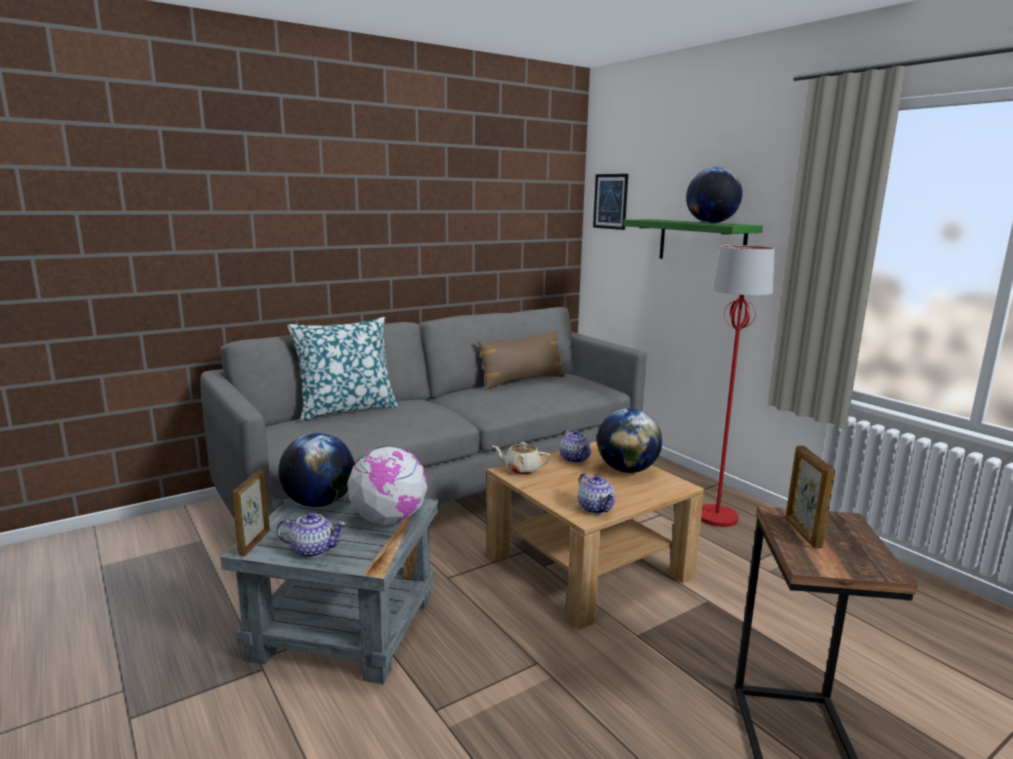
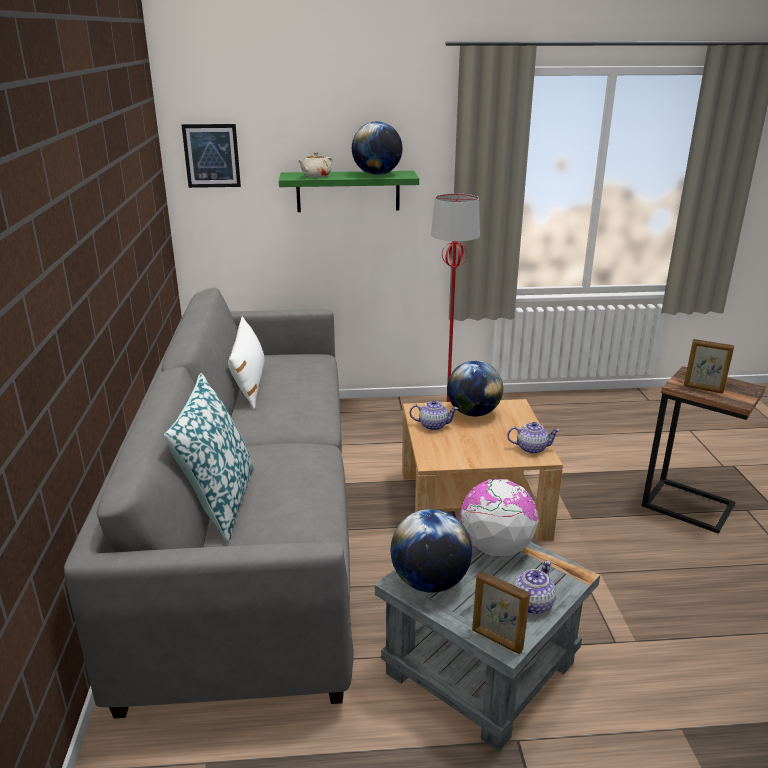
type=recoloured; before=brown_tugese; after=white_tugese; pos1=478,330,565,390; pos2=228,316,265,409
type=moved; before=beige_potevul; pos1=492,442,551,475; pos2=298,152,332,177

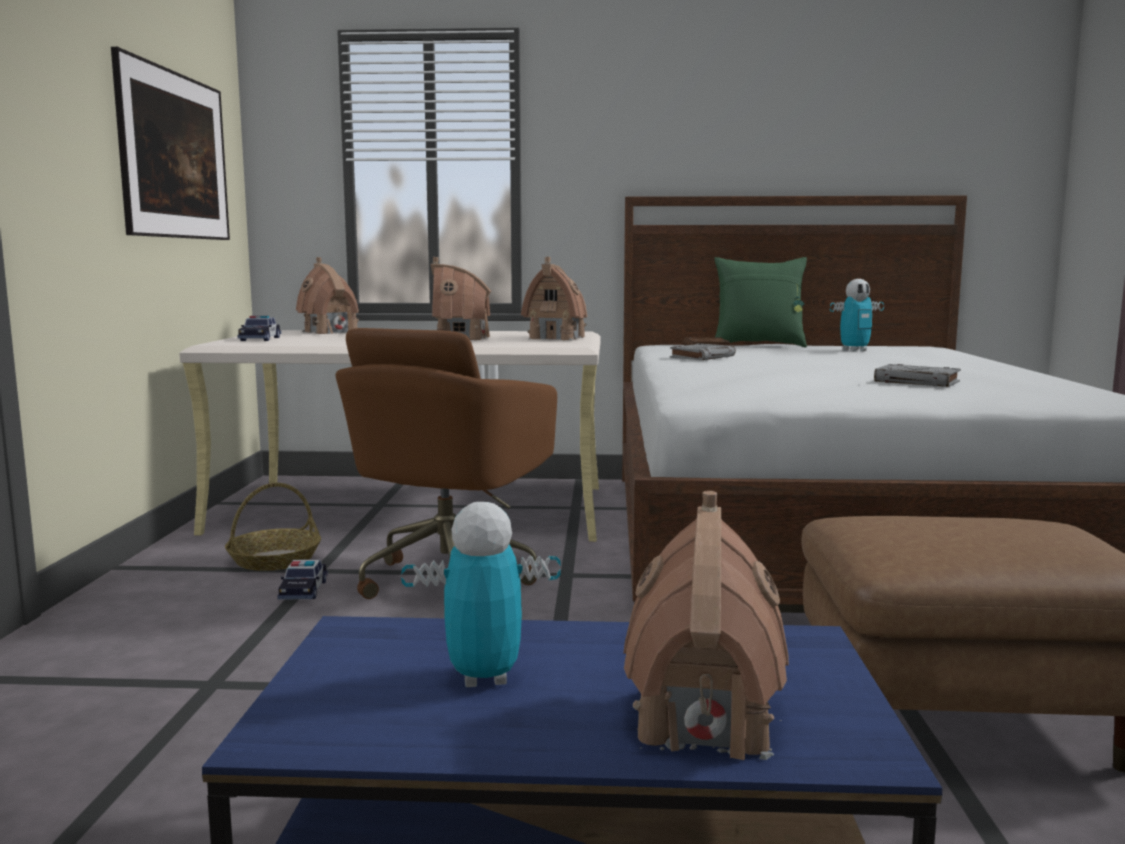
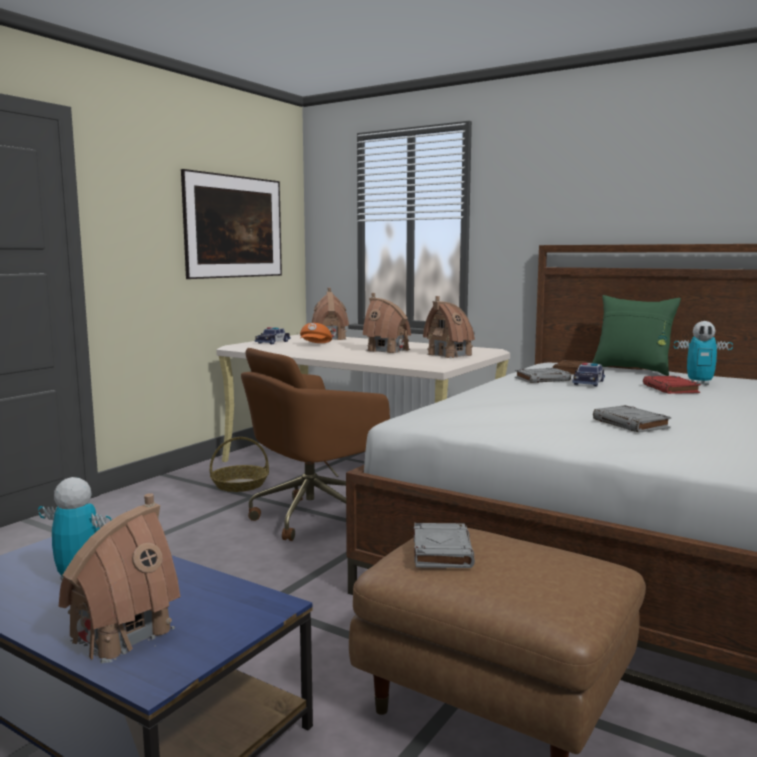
type=added; after=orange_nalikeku; pos2=300,323,332,343
type=added; after=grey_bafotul; pos2=414,523,475,568
type=moved; before=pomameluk; pos1=277,559,328,600; pos2=572,363,605,386
type=added; after=red_bafotul; pos2=643,376,701,394

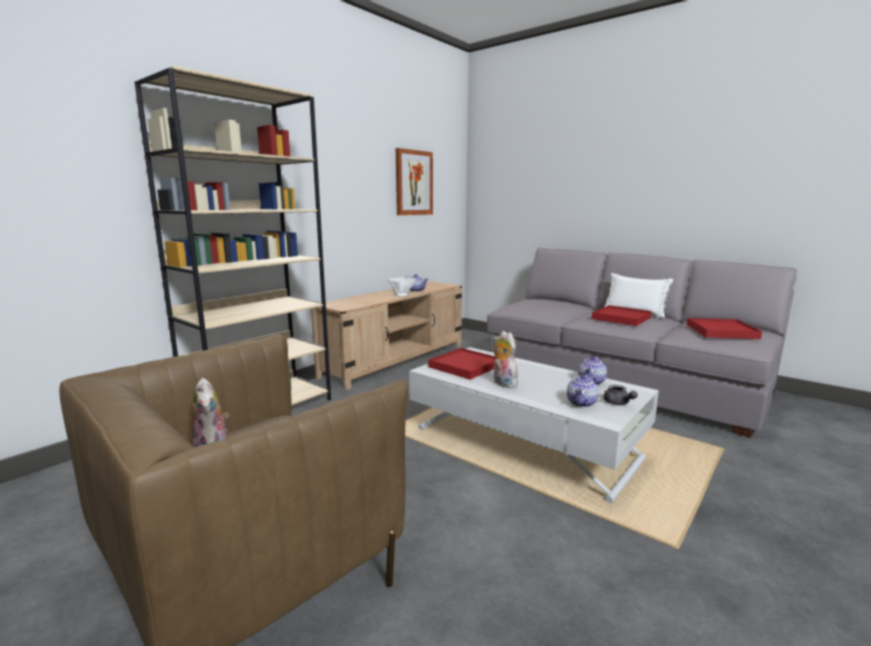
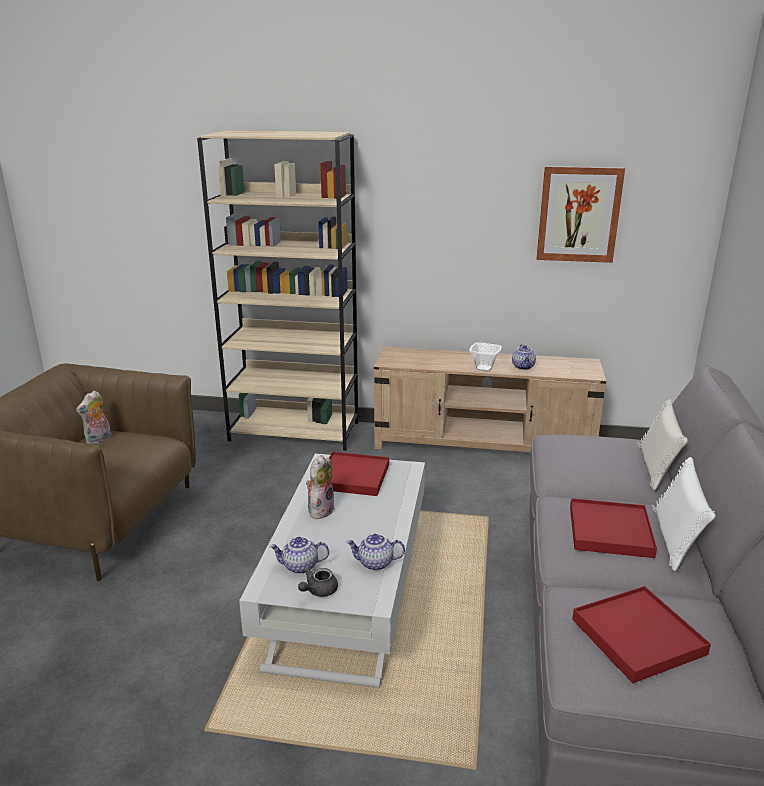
type=added; after=white_tugese; pos2=638,399,688,490

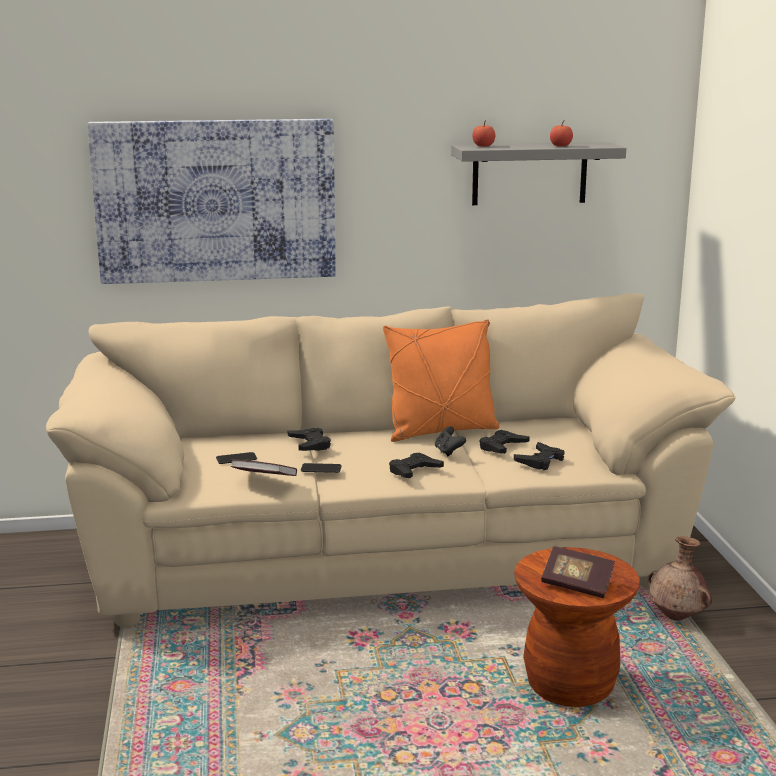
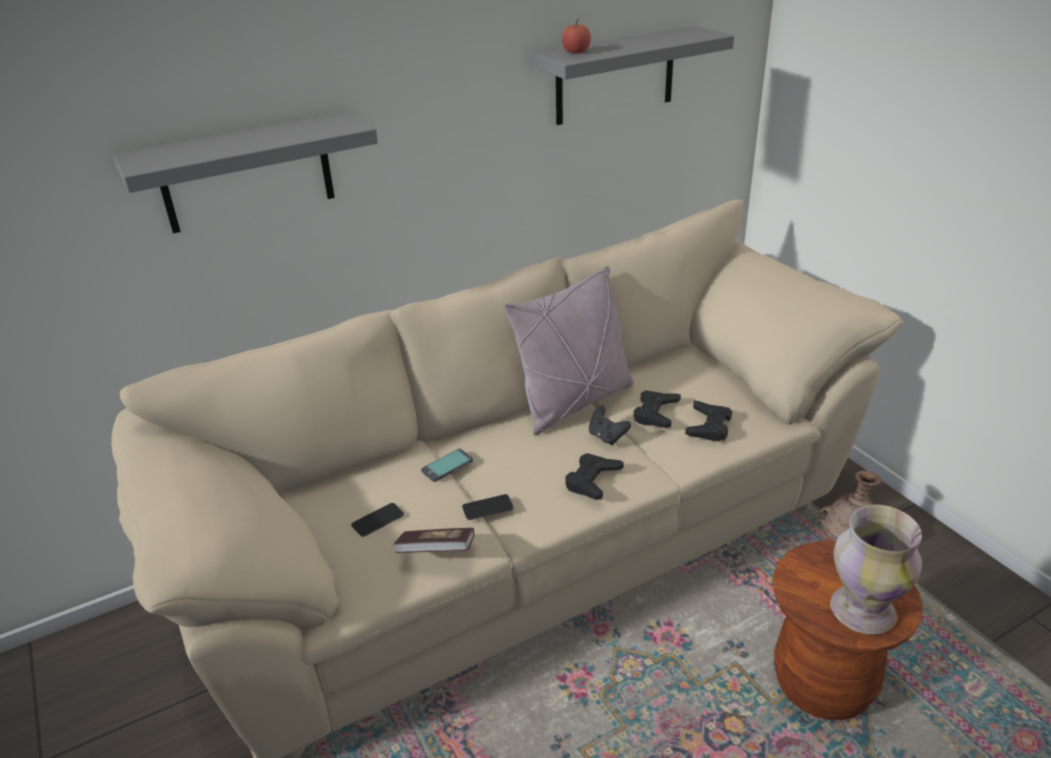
type=replaced; before=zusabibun; after=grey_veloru; pos1=88,119,336,284; pos2=113,111,378,234
type=replaced; before=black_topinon; after=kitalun; pos1=288,428,331,451; pos2=421,448,473,482
type=recoloured; before=orange_tugese; after=purple_tugese; pos1=383,319,500,442; pos2=504,266,634,435
type=replaced; before=bafotul; after=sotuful; pos1=541,546,615,598; pos2=830,504,922,635
type=removed; before=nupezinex; pos1=550,120,573,146

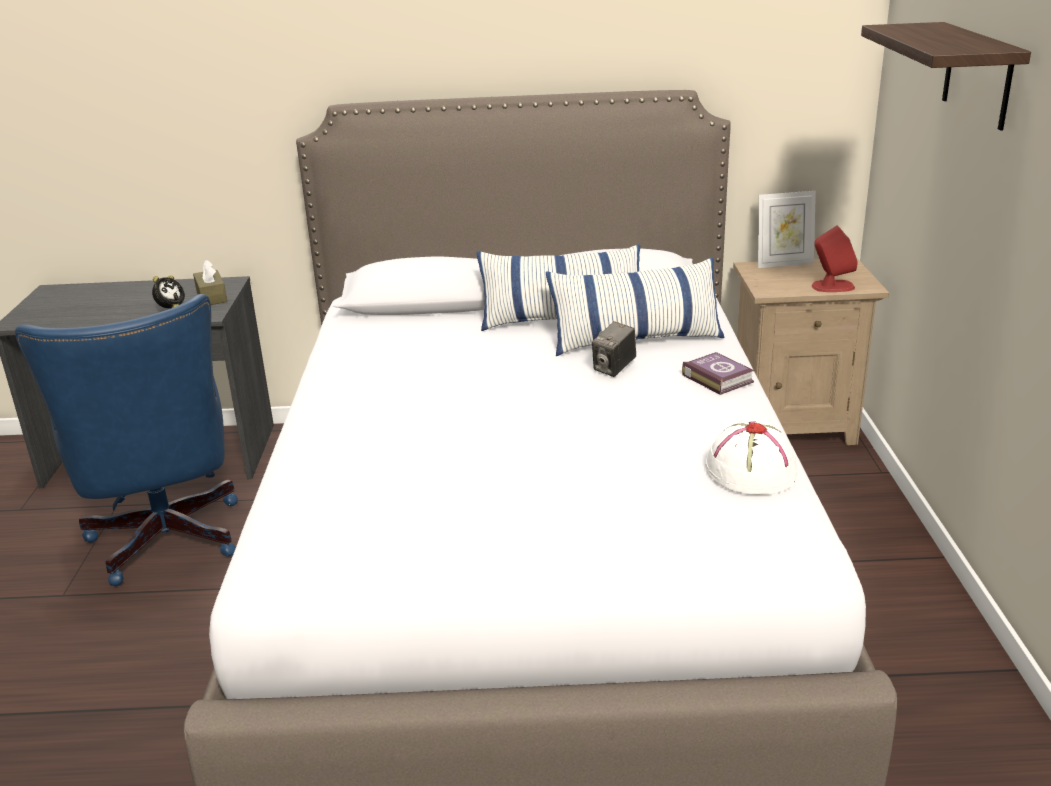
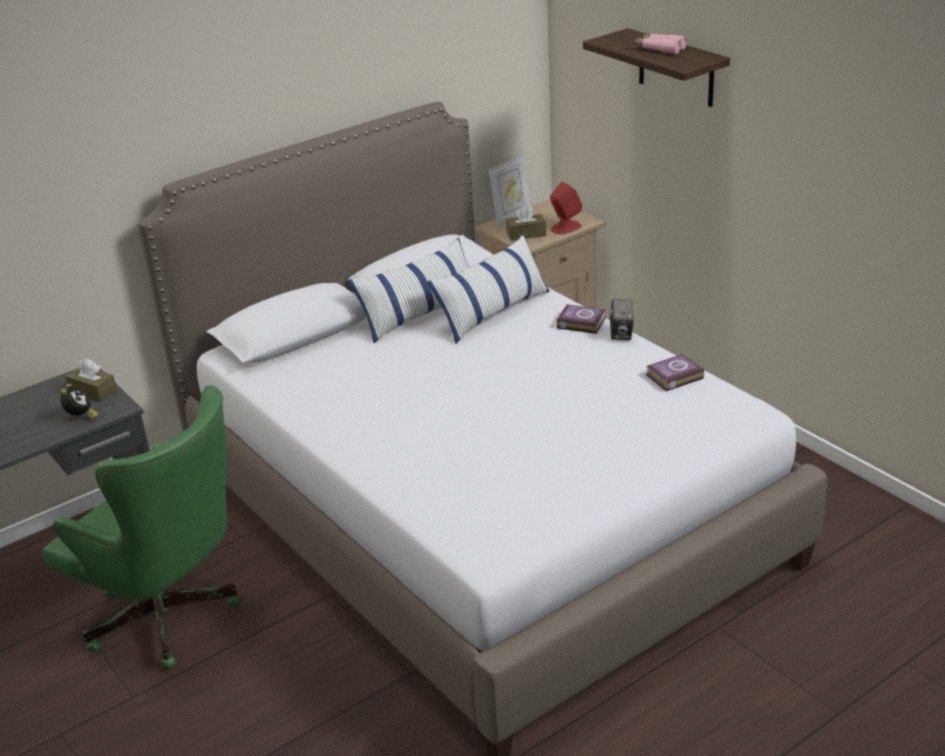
type=recoloured; before=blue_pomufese; after=green_pomufese; pos1=15,294,238,586; pos2=42,385,241,669
type=added; after=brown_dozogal; pos2=506,205,546,241
type=moved; before=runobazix; pos1=592,321,636,377; pos2=610,299,634,340
type=added; after=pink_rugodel; pos2=634,34,687,54
type=replaced; before=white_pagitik; after=bafotul; pos1=705,421,797,495; pos2=646,354,704,391

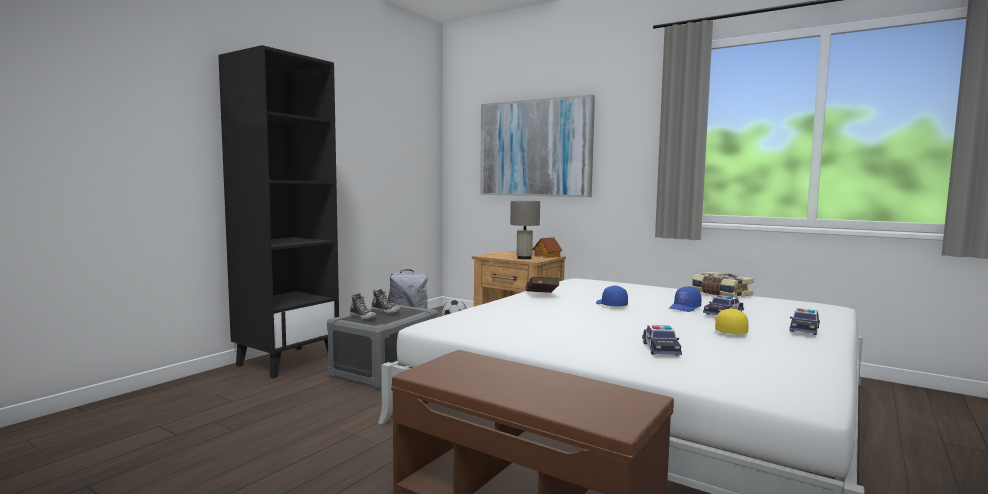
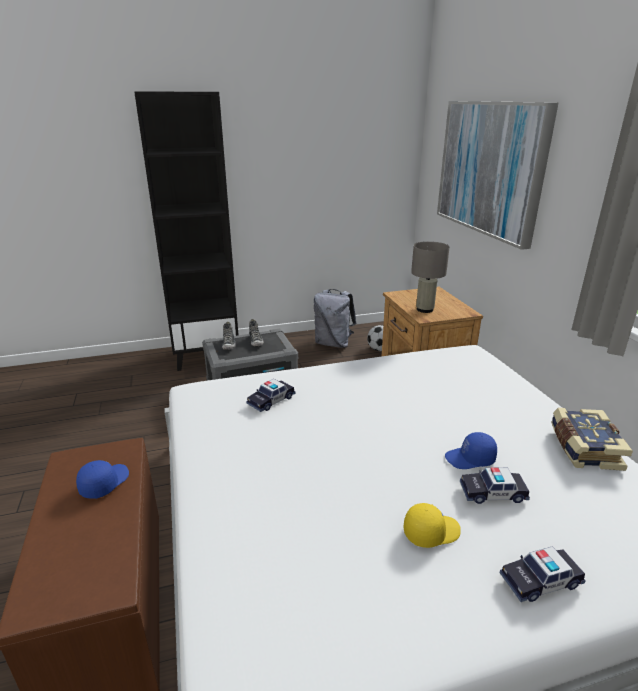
type=moved; before=blue_nalikeku; pos1=596,285,628,307; pos2=76,460,129,499
type=moved; before=pomameluk; pos1=642,325,682,355; pos2=246,379,295,412
type=removed; before=red_bafotul; pos1=526,277,559,293
type=removed; before=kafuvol; pos1=532,237,563,258

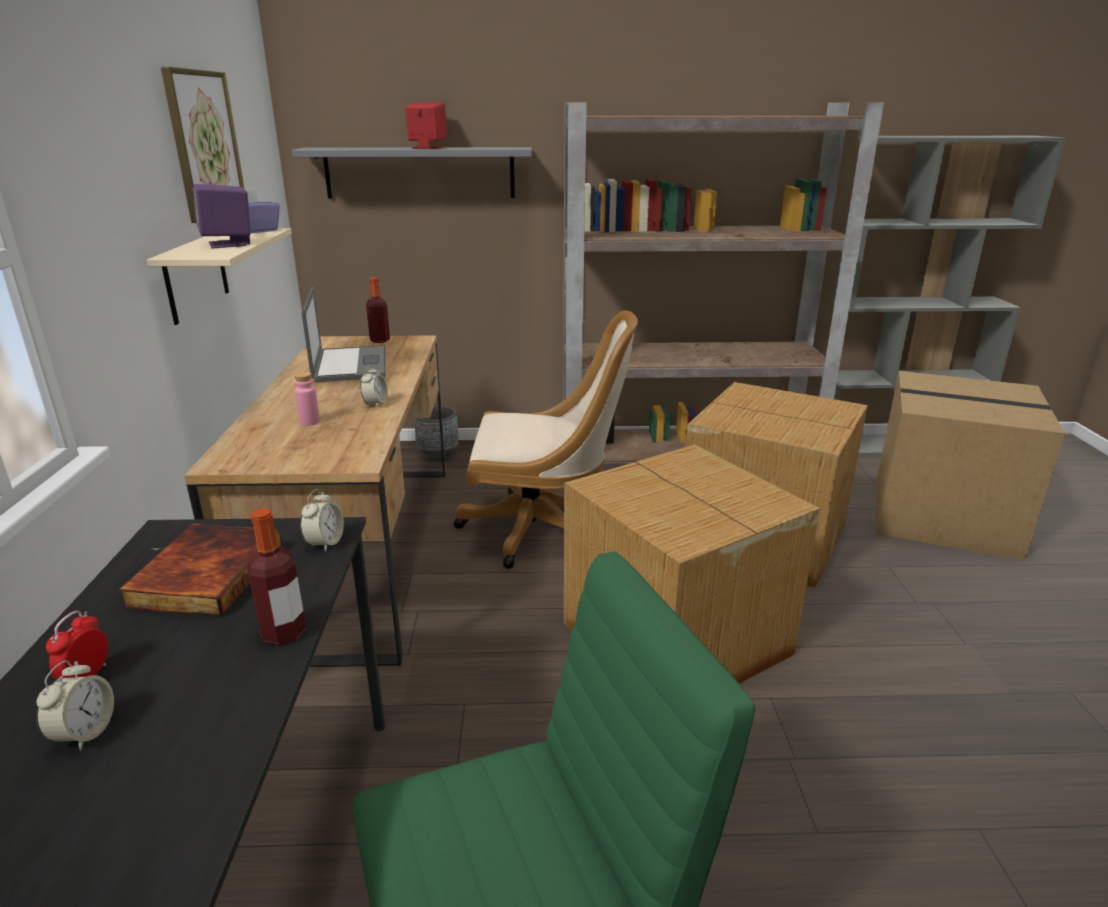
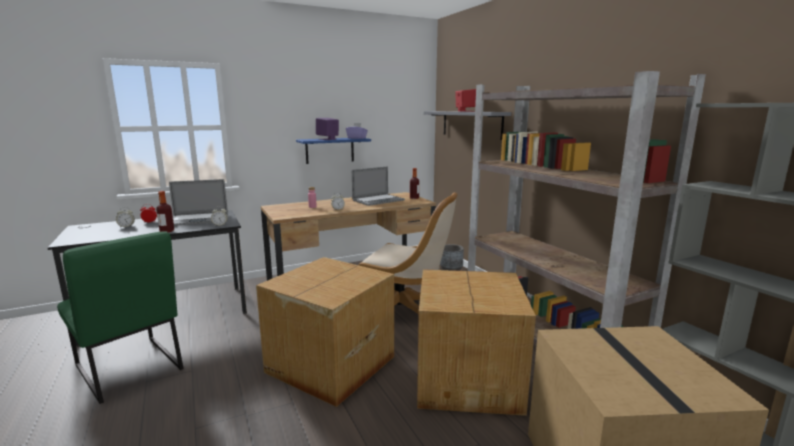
type=replaced; before=bafotul; after=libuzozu; pos1=119,524,282,617; pos2=169,179,228,226
type=recoloured; before=beige_veloru; after=blue_veloru; pos1=147,228,292,325; pos2=296,138,371,164
type=turned; before=pomufese; pos1=453,310,638,569; pos2=359,192,458,314; turn=-45
type=removed; before=zusabibun; pos1=161,67,244,223

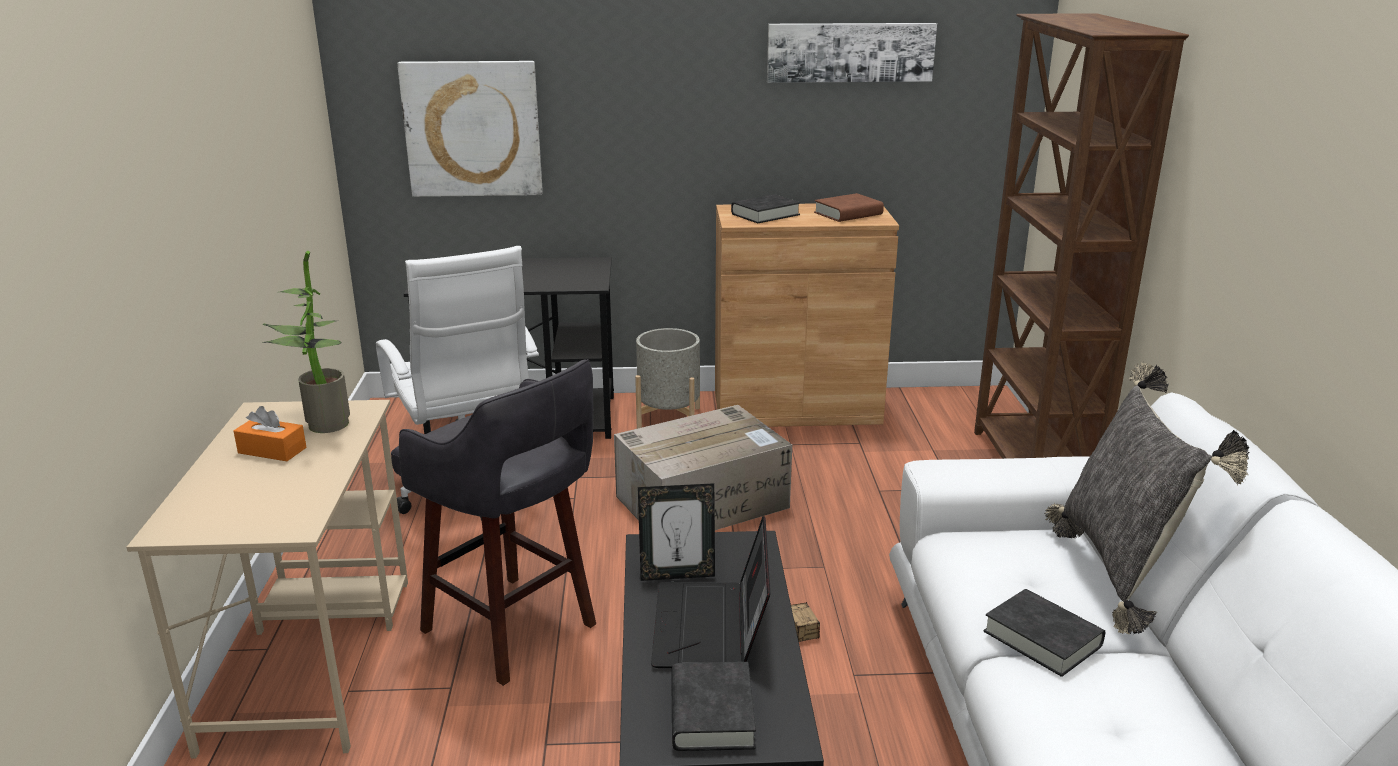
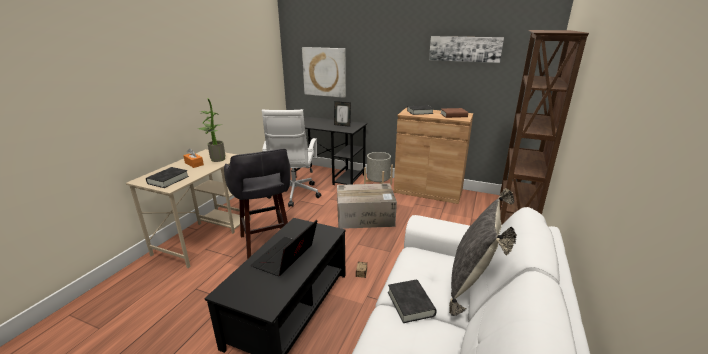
type=moved; before=black_bafotul; pos1=671,662,756,751; pos2=146,167,189,188
type=moved; before=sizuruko; pos1=638,483,715,581; pos2=334,101,351,127

